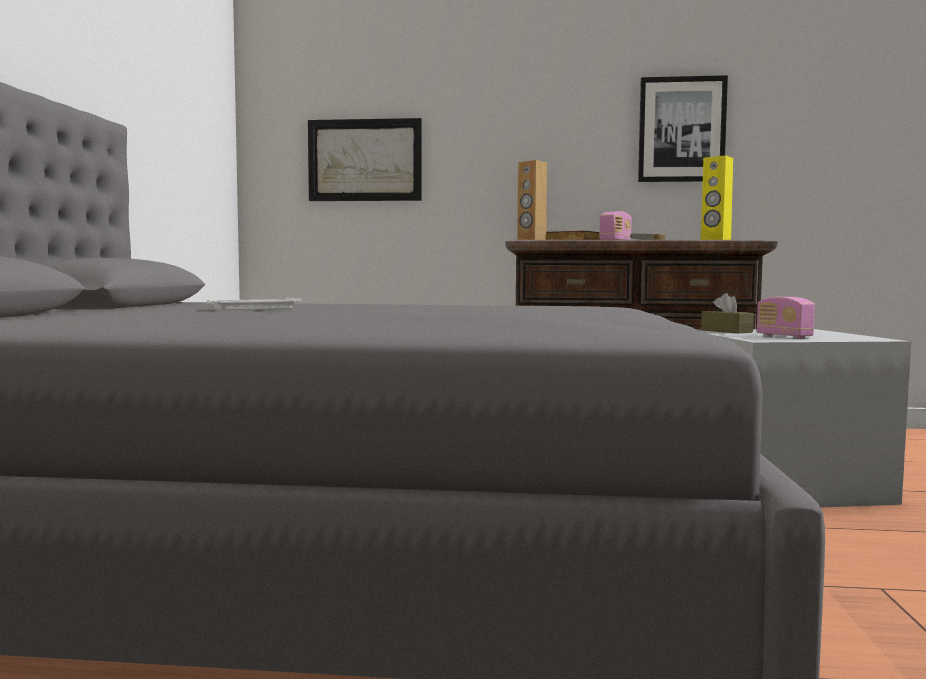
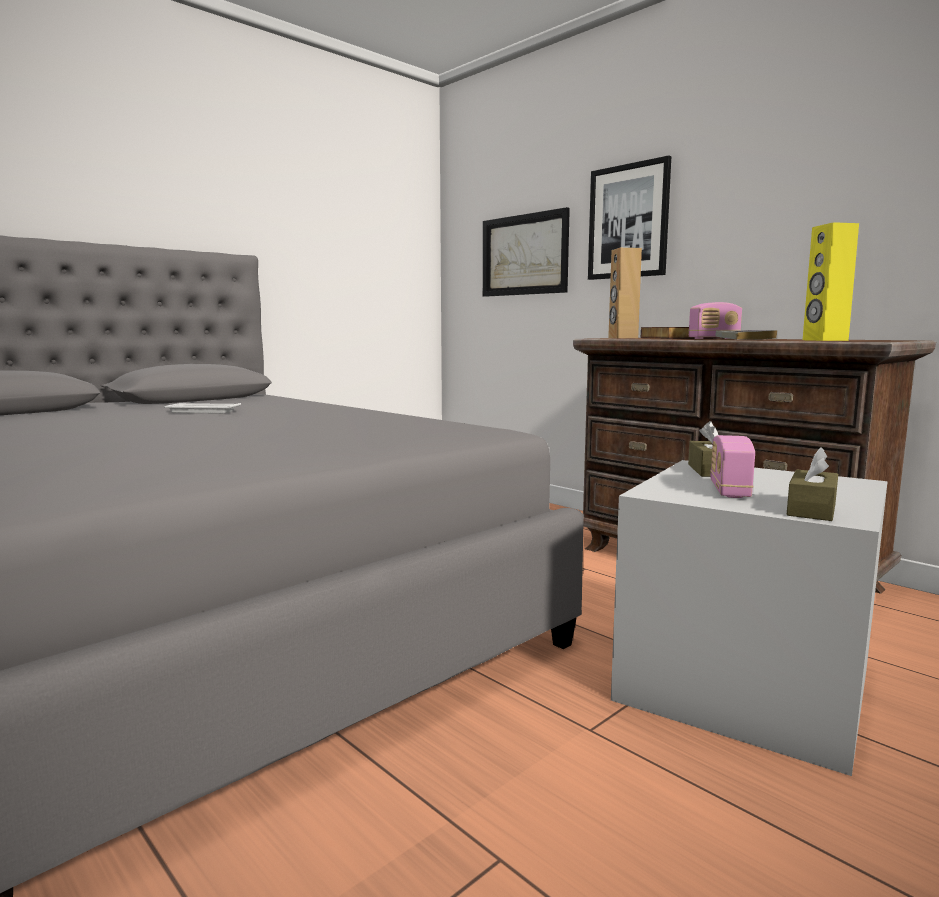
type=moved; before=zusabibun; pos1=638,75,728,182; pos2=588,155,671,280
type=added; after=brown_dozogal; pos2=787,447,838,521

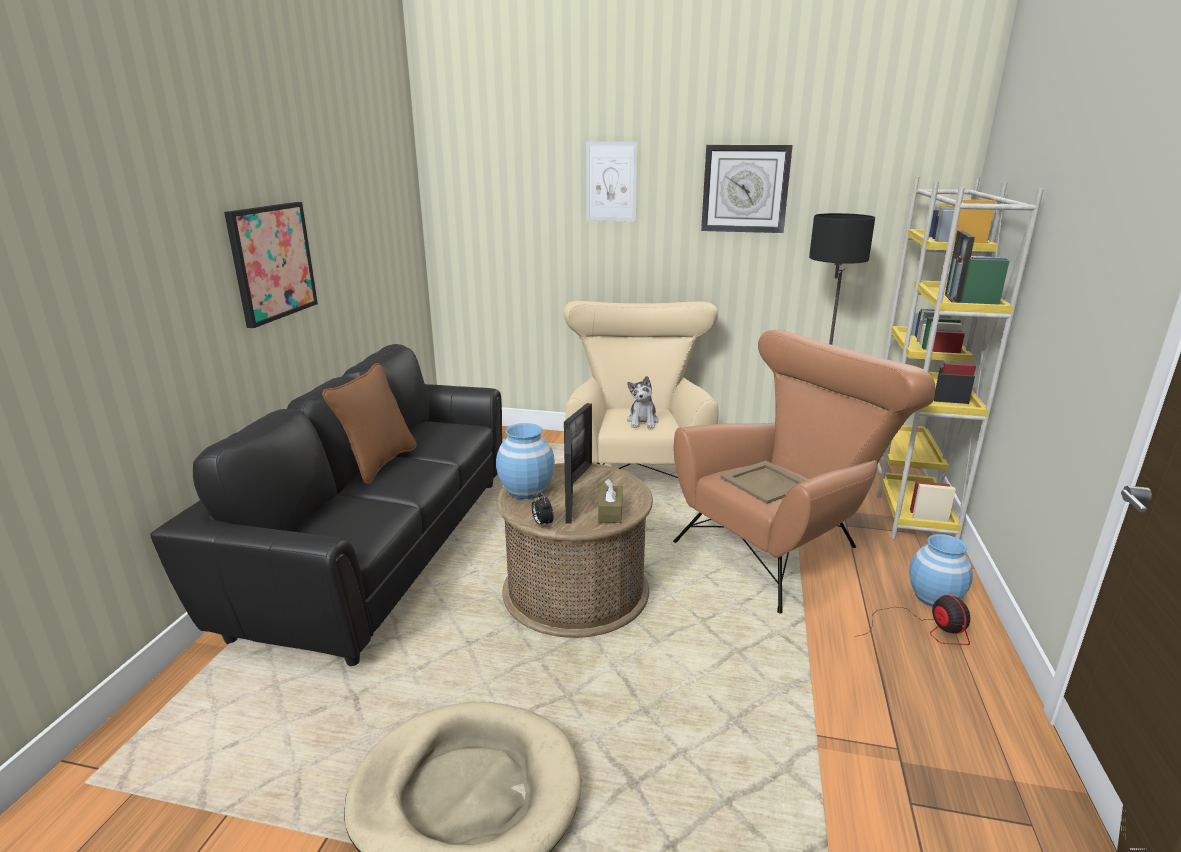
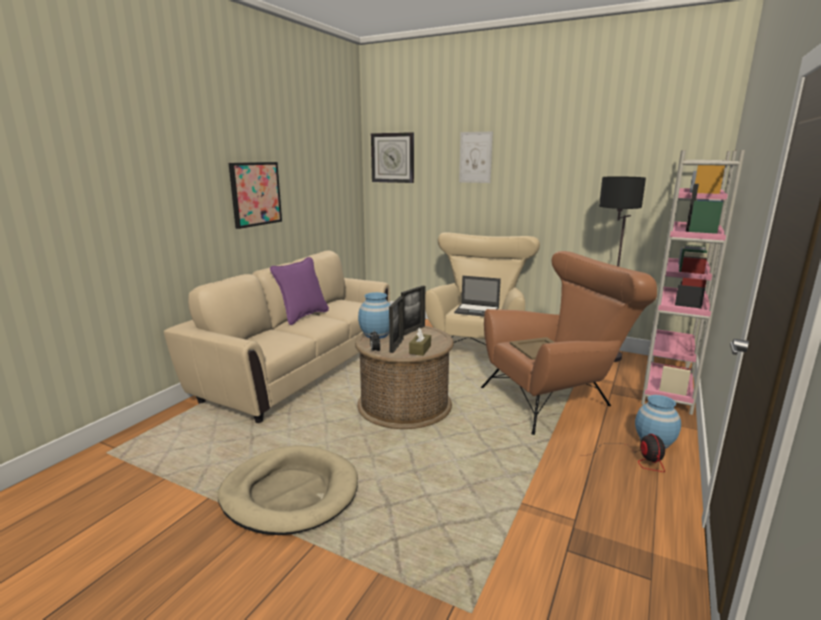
type=recoloured; before=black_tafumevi; after=beige_tafumevi; pos1=150,344,502,666; pos2=164,250,390,423
type=recoloured; before=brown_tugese; after=purple_tugese; pos1=322,363,417,484; pos2=270,257,329,325
type=moved; before=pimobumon; pos1=701,145,793,233; pos2=371,132,414,183
type=replaced; before=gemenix; after=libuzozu; pos1=627,376,659,428; pos2=454,276,501,317
type=recoloured; before=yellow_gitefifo; after=pink_gitefifo; pos1=877,177,1044,540; pos2=641,150,745,415

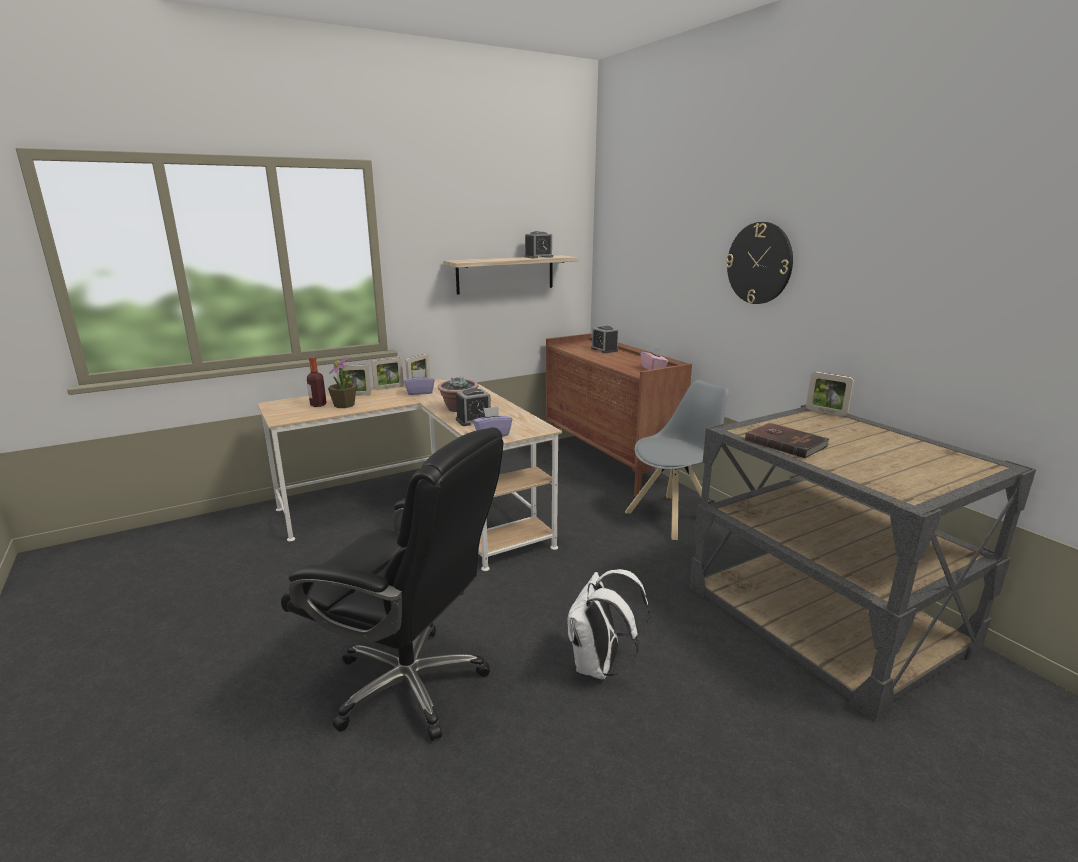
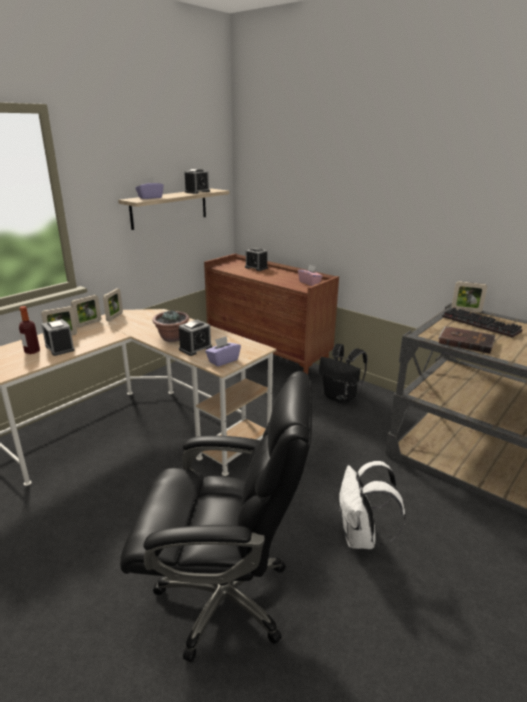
type=replaced; before=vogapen; after=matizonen; pos1=328,356,357,408; pos2=41,319,74,356
type=moved; before=purple_dozogal; pos1=404,370,435,395; pos2=135,177,164,199
type=replaced; before=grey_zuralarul; after=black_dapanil; pos1=625,380,729,540; pos2=319,344,367,404
type=added; after=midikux; pos2=442,307,523,338
type=removed; before=pimobumon; pos1=726,222,793,304

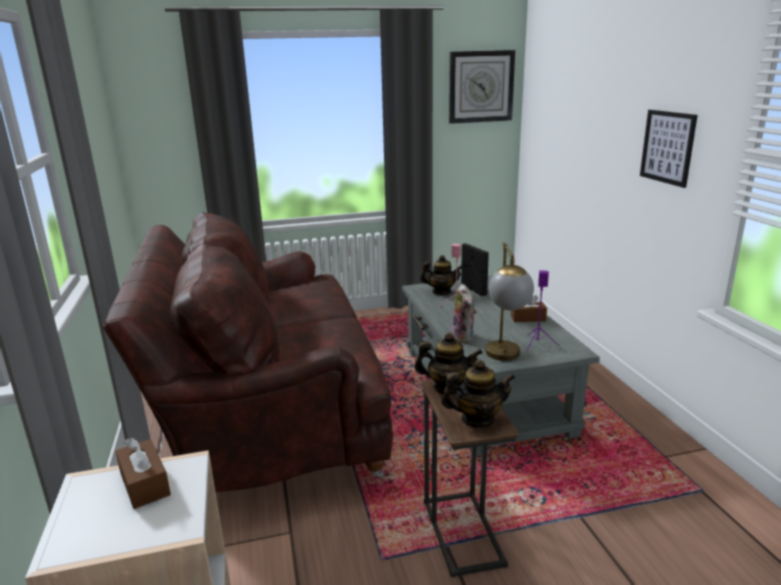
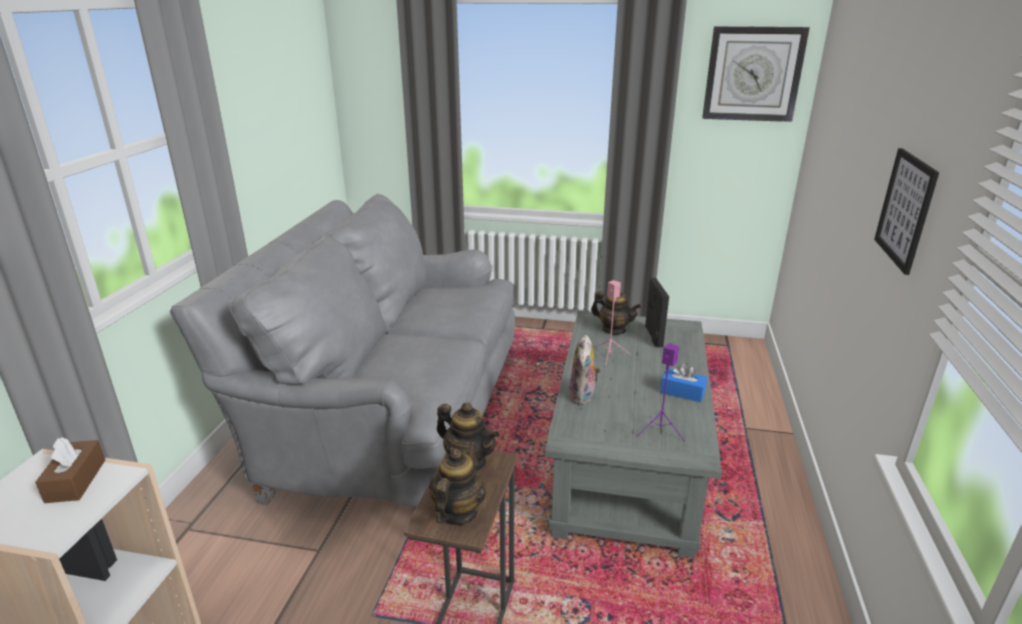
type=recoloured; before=brown_tafumevi; after=grey_tafumevi; pos1=103,212,393,492; pos2=170,194,515,507
type=turned; before=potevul; pos1=441,360,516,428; pos2=429,443,486,525; turn=-90
type=recoloured; before=brown_dozogal; after=blue_dozogal; pos1=511,295,547,322; pos2=660,363,707,402
type=removed; before=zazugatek; pos1=486,242,534,361

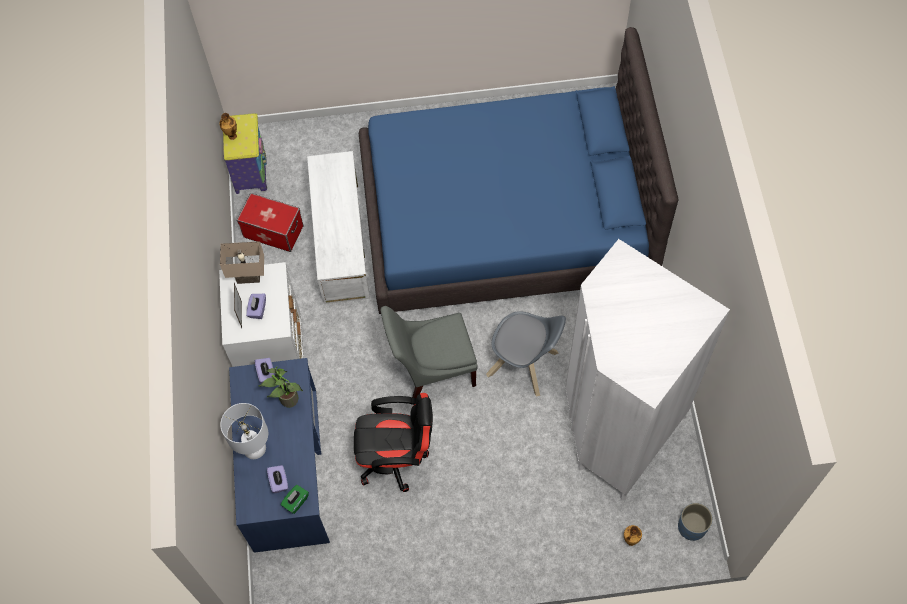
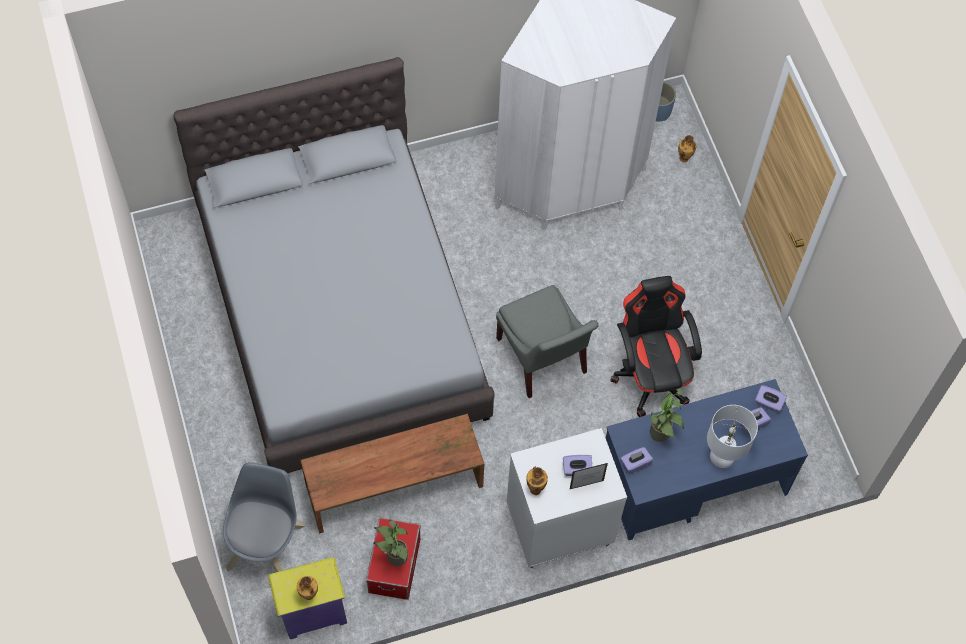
type=recoloured; before=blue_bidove; after=grey_bidove; pos1=359,27,679,314; pos2=174,57,494,473
type=moved; before=grey_zuralarul; pos1=486,311,566,397; pos2=223,462,305,572
type=recoloured; before=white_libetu; after=brown_libetu; pos1=307,151,370,304; pos2=301,414,484,534
type=added; after=vogapen; pos2=373,519,408,566
type=replaced; before=beige_zazugatek; after=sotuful; pos1=220,241,264,284; pos2=526,466,548,495
type=recoloured; before=green_dozogal; after=purple_dozogal; pos1=281,485,309,514; pos2=755,385,787,412

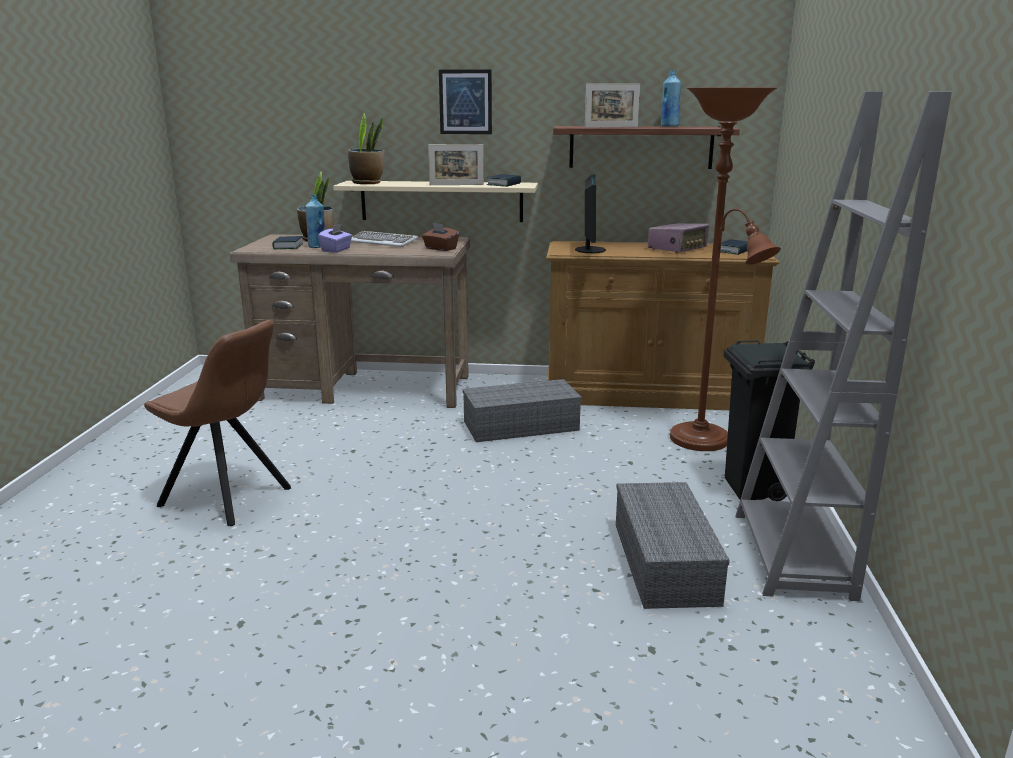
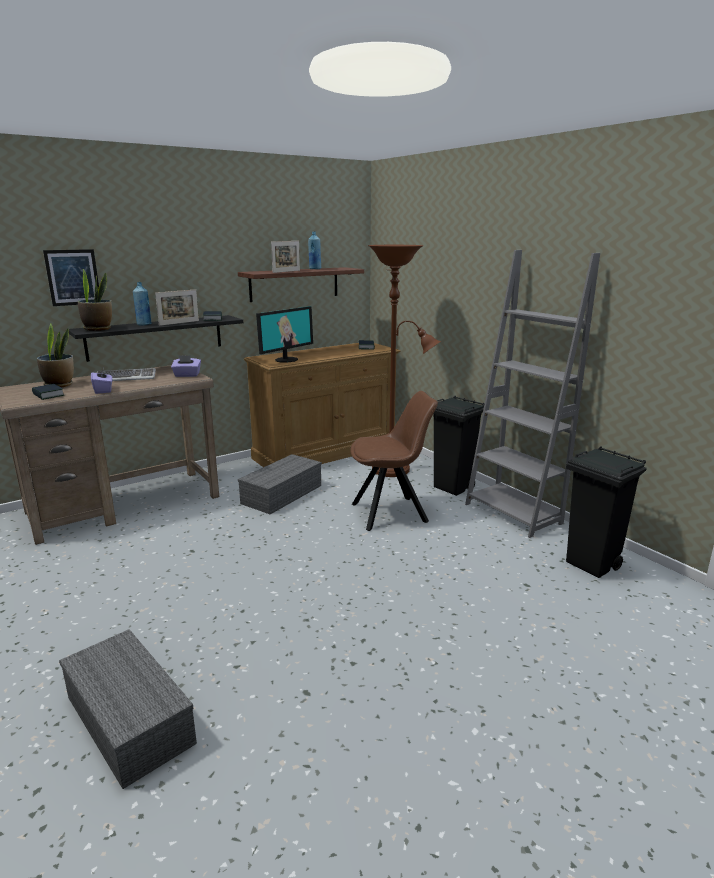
type=moved; before=zusabibun; pos1=439,70,492,134; pos2=43,249,99,306
type=moved; before=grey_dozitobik; pos1=616,482,730,609; pos2=59,629,197,789
type=recoloured; before=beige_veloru; after=black_veloru; pos1=333,181,538,222; pos2=69,315,243,362
type=moved; before=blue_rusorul; pos1=305,195,325,248; pos2=133,282,152,326
type=recoloured; before=brown_dozogal; after=purple_dozogal; pos1=422,222,459,251; pos2=171,355,201,377
type=turned; before=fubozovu; pos1=575,175,606,253; pos2=256,306,313,363; turn=75
type=moved; before=brown_zuralarul; pos1=144,320,291,526; pos2=350,391,438,531
type=added; after=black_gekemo; pos2=566,446,647,578
type=removed; before=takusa; pos1=648,223,709,253

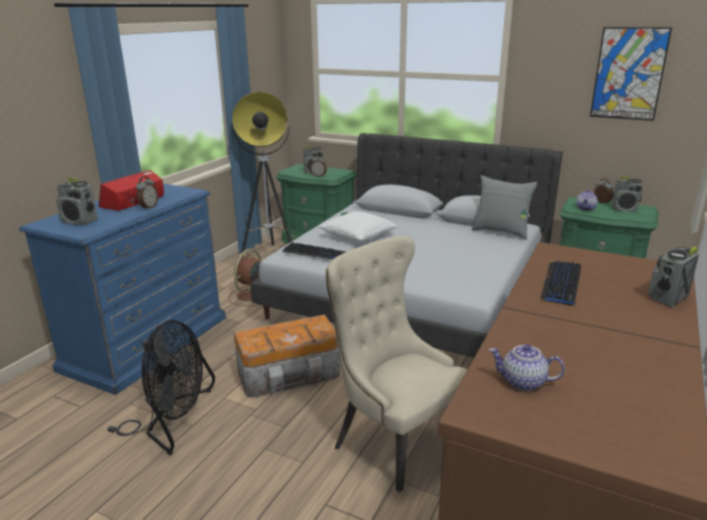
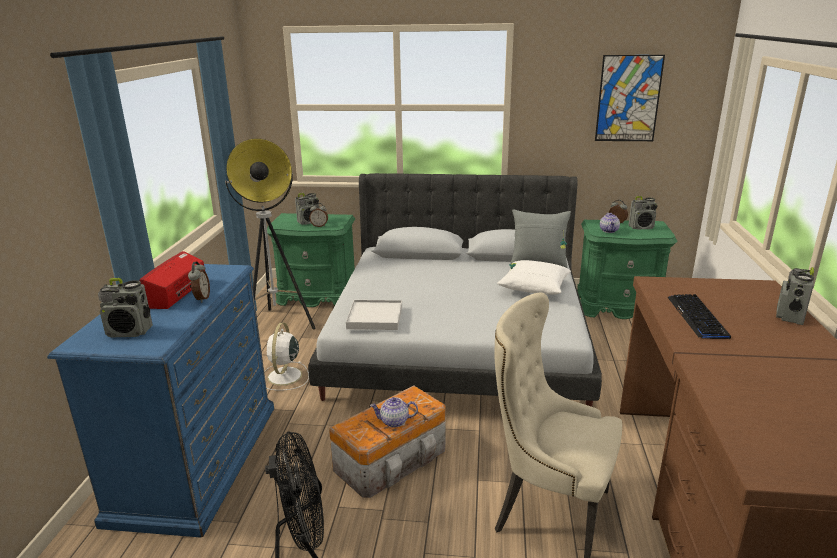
type=recoloured; before=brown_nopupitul; after=white_nopupitul; pos1=228,249,261,306; pos2=264,322,309,391
type=replaced; before=midikux; after=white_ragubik; pos1=282,242,346,260; pos2=346,300,402,330
type=moved; before=potevul; pos1=489,344,565,391; pos2=370,397,418,427
type=moved; before=white_tugese; pos1=318,211,398,242; pos2=497,260,571,295

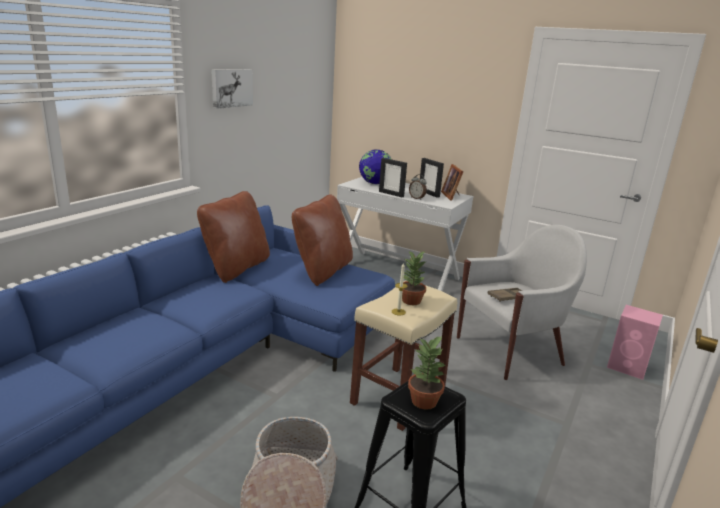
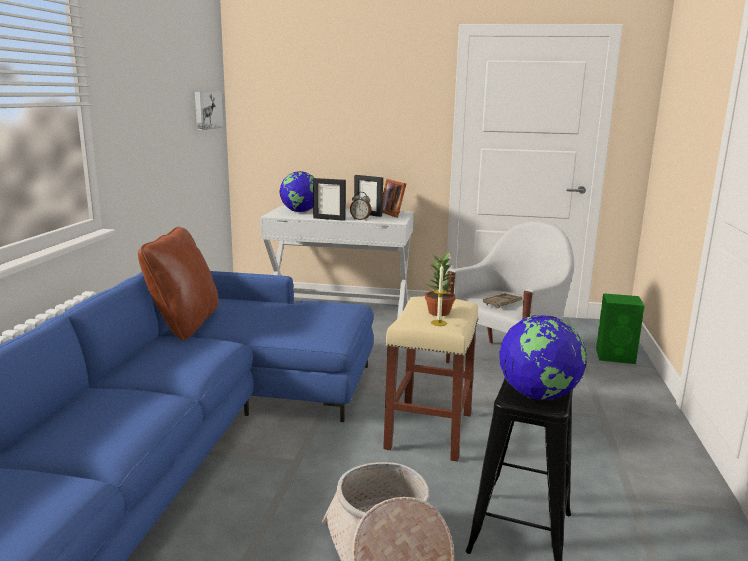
type=moved; before=zusabibun; pos1=211,69,253,109; pos2=195,92,223,130
type=replaced; before=vogapen; after=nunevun; pos1=408,335,446,410; pos2=499,315,587,400
type=recoloured; before=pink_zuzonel; after=green_zuzonel; pos1=607,305,663,380; pos2=596,293,644,364
type=removed; before=brown_tugese; pos1=292,194,353,286

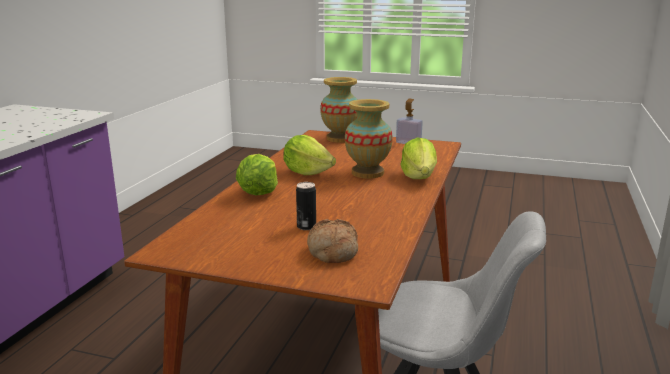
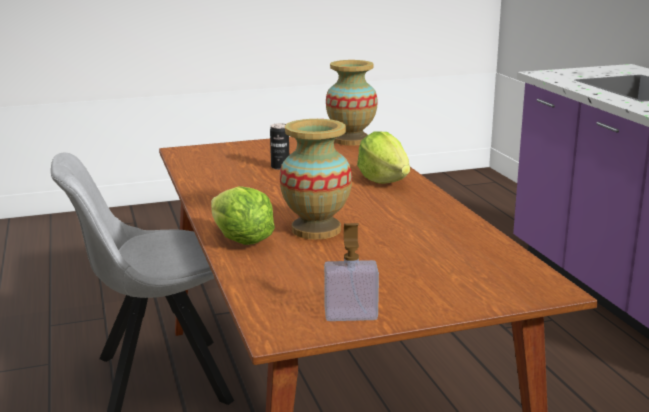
type=moved; before=sotuful; pos1=320,77,358,143; pos2=326,60,378,146
type=removed; before=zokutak; pos1=284,135,336,175
type=removed; before=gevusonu; pos1=307,219,358,263

